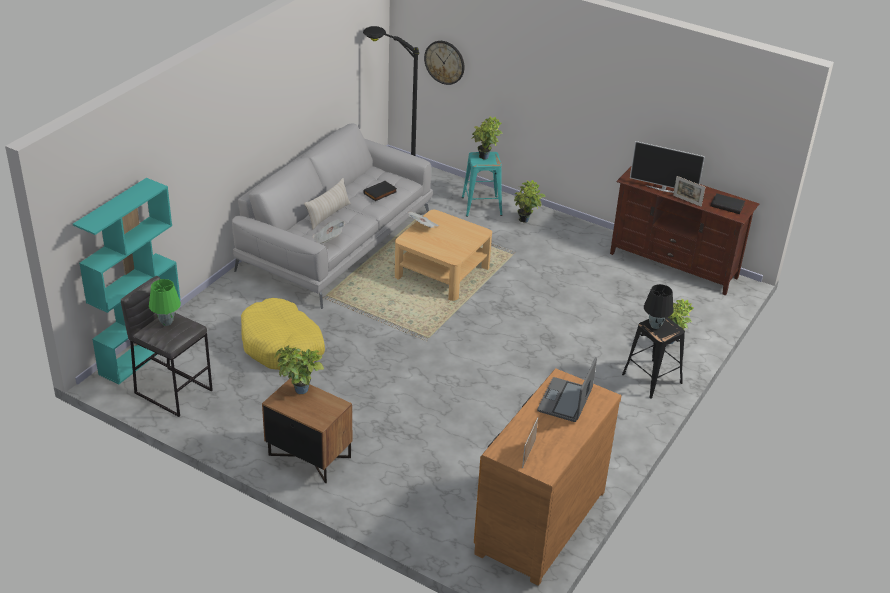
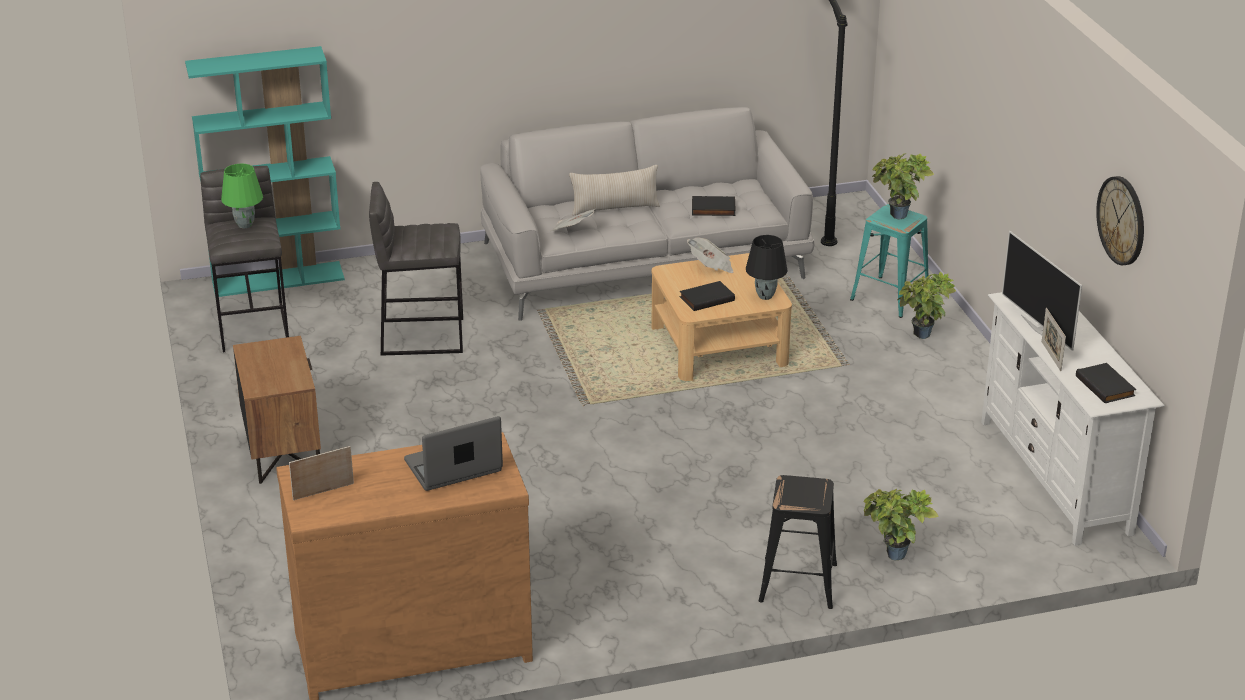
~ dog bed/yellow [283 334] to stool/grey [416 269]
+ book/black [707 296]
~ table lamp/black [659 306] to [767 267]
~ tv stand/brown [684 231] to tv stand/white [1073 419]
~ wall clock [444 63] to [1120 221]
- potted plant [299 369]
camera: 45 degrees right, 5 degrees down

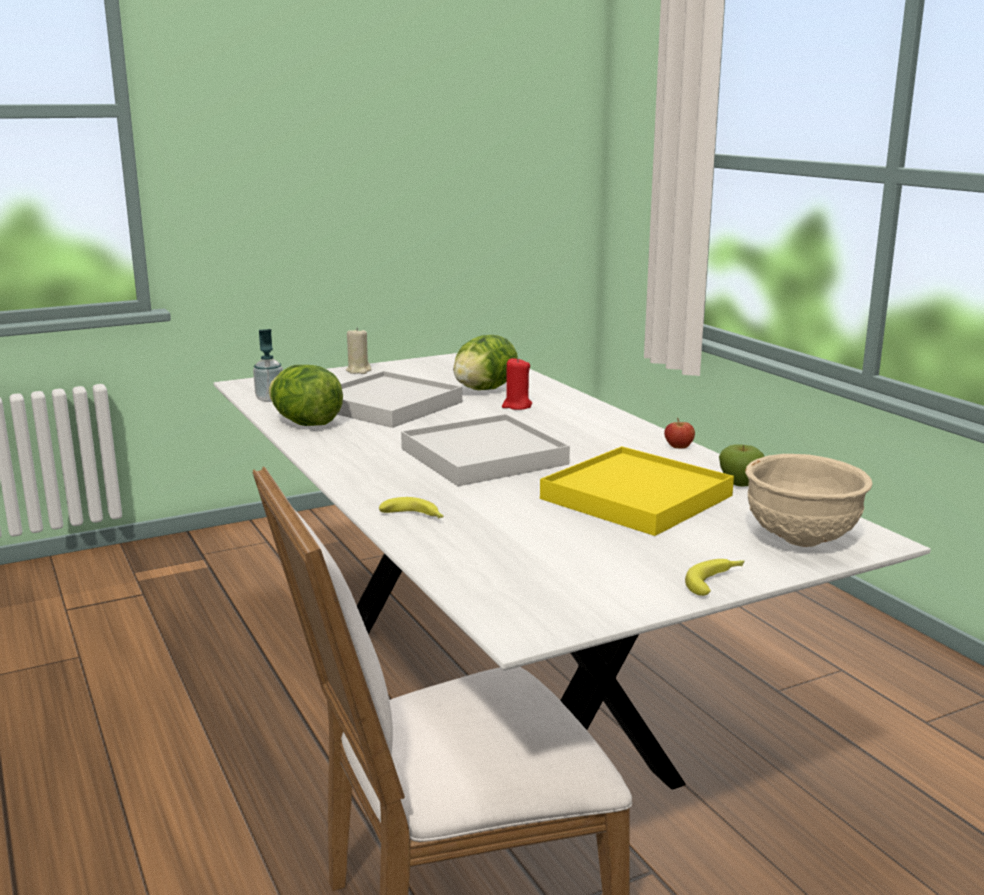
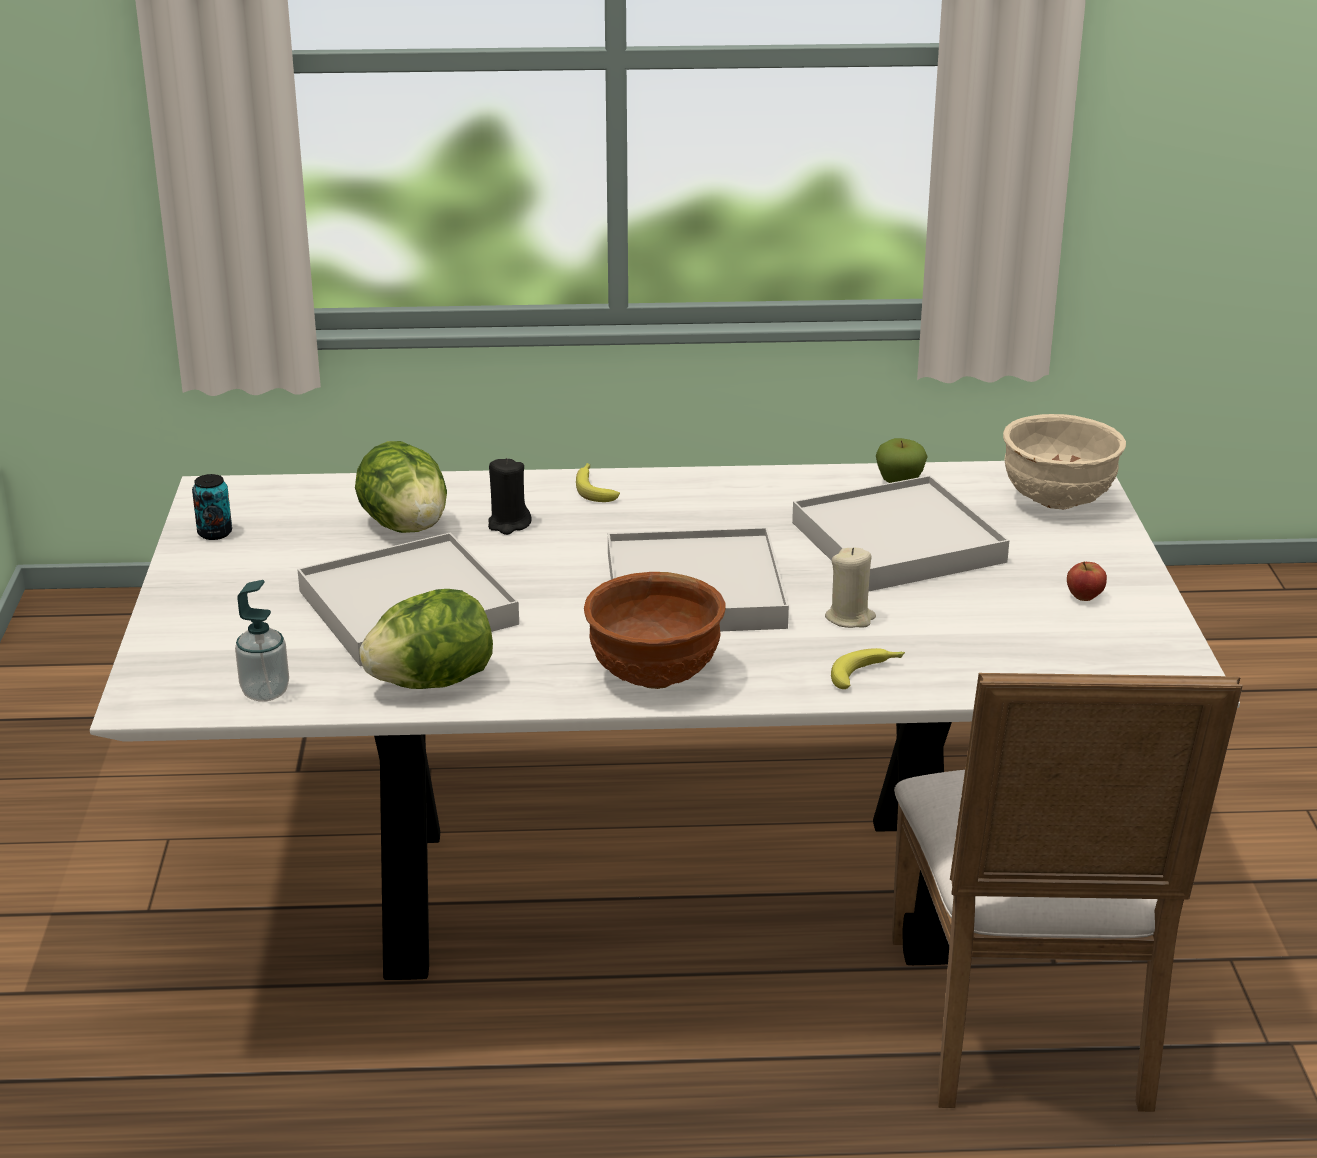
+ can [212 507]
~ candle/red [517 383] to candle/black [509 496]
~ banana [714 577] to [598 482]
+ bowl/brown [655 630]
~ tray/yellow [637 491] to tray/white [900 533]
~ candle/beige [359 350] to [850 588]
~ apple [679 433] to [1087 581]
camera: 65 degrees left, 10 degrees up

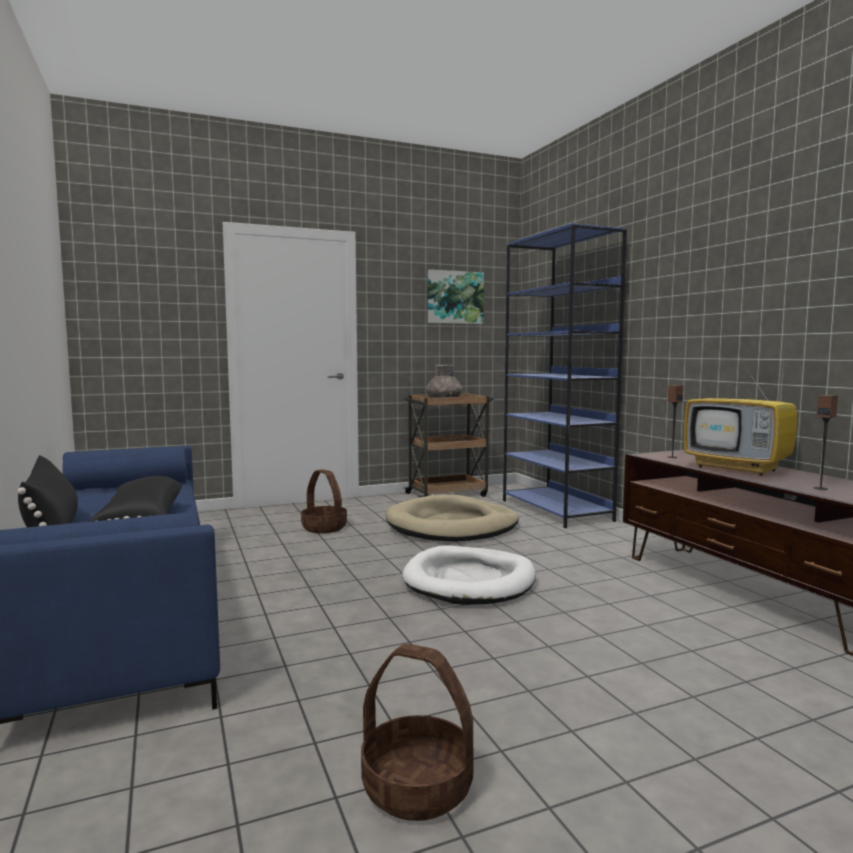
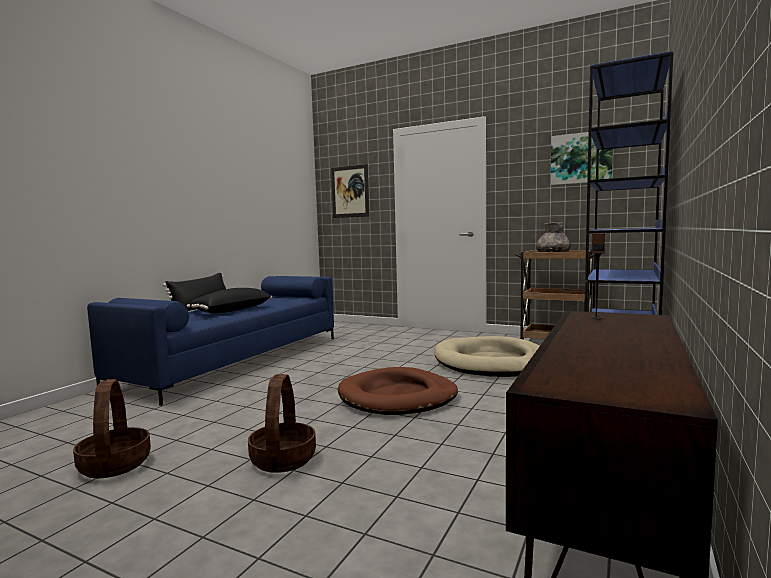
~ basket [324 501] to [282 423]
+ picture [350 191]
~ dog bed/white [469 575] to dog bed/brown [398 391]
- television [740 416]
- speaker [826 442]
camera: 50 degrees right, 0 degrees up

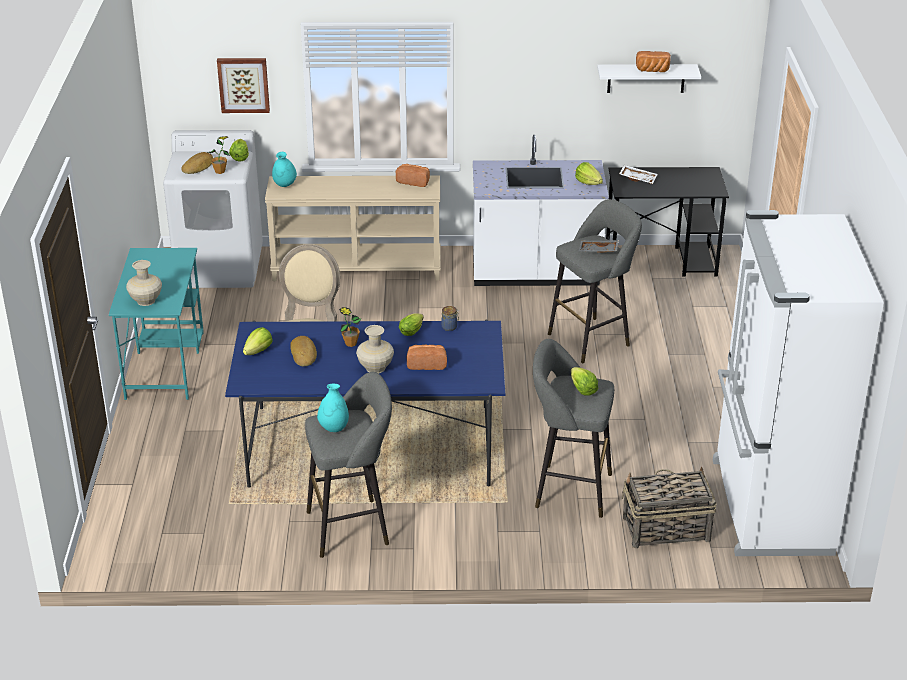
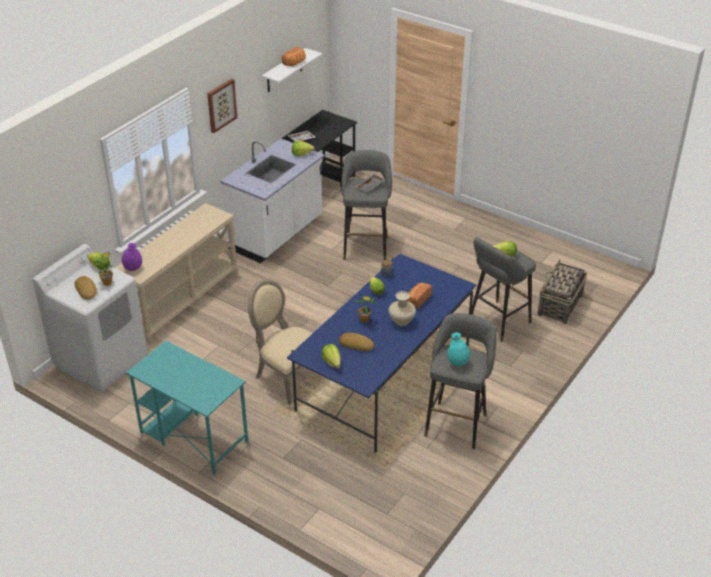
~ vase/turquoise [284 169] to vase/purple [132 257]
~ picture [243 85] to [222 105]
- vase/beige [144 283]
- bread [413 175]
- fridge/white [798 383]
camera: 55 degrees left, 5 degrees up

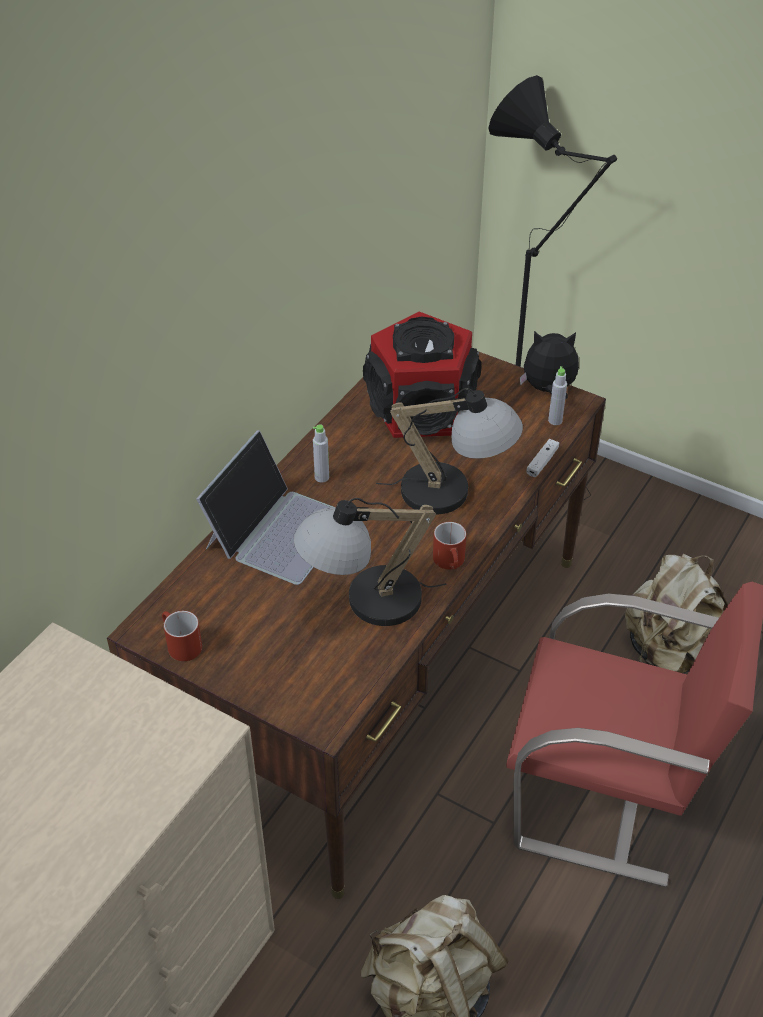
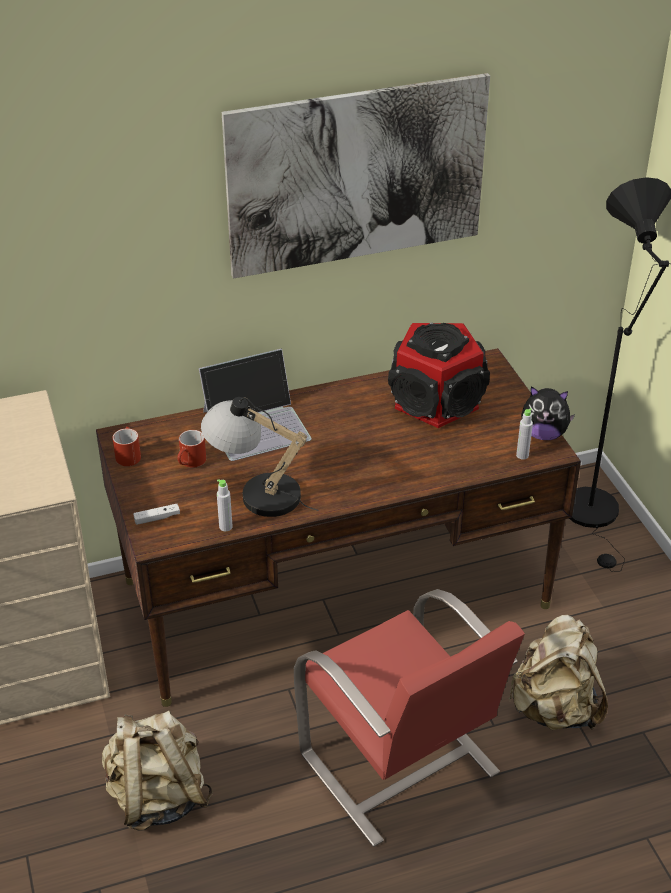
~ game controller/white [543 458] to [156 514]
~ mug/red [449 546] to [191 449]
~ bottle/grey [321 453] to [225 505]
+ picture [356 176]
~ plush toy [549 365] = [548 413] 150 degrees clockwise
- table lamp [449 451]
camera: 40 degrees right, 5 degrees down

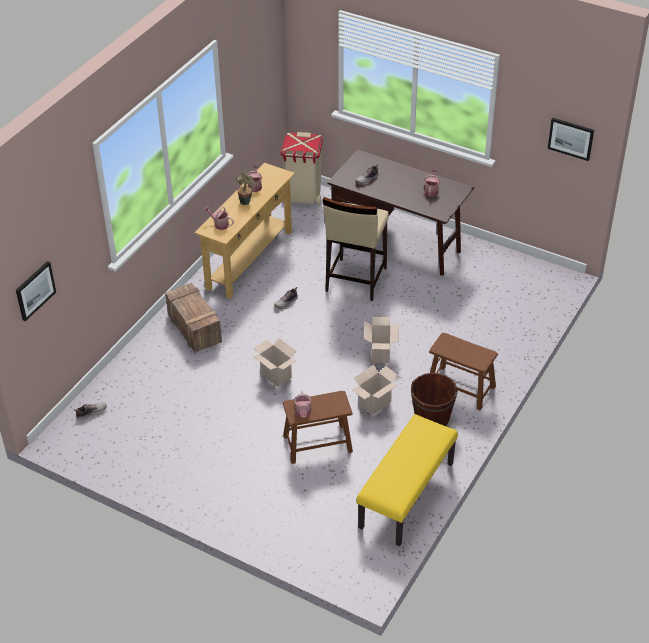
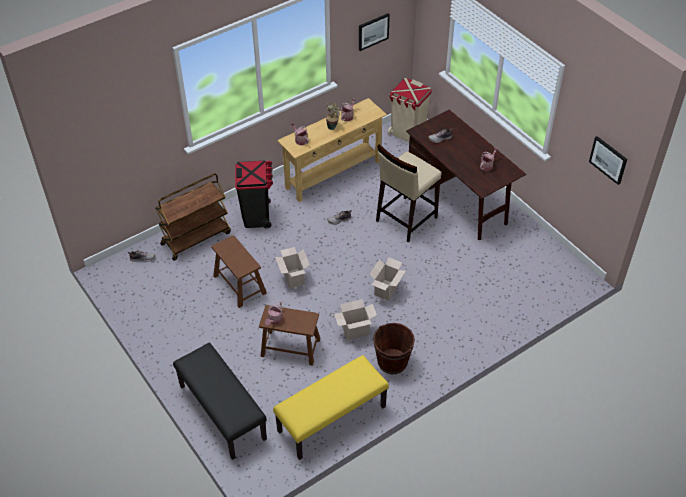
+ cart/brown [193 217]
+ bench/black [220 401]
~ stool/brown [463 371] to [239 272]
~ crate [193 317] to trash can/black [254 194]
~ picture [36 291] to [374 32]
camera: 25 degrees right, 5 degrees up

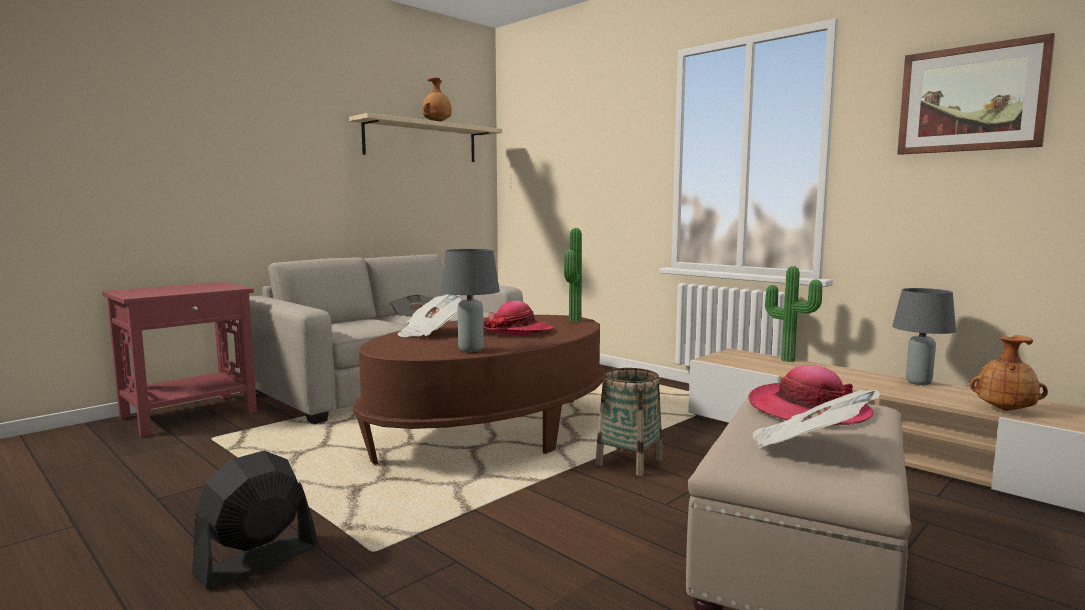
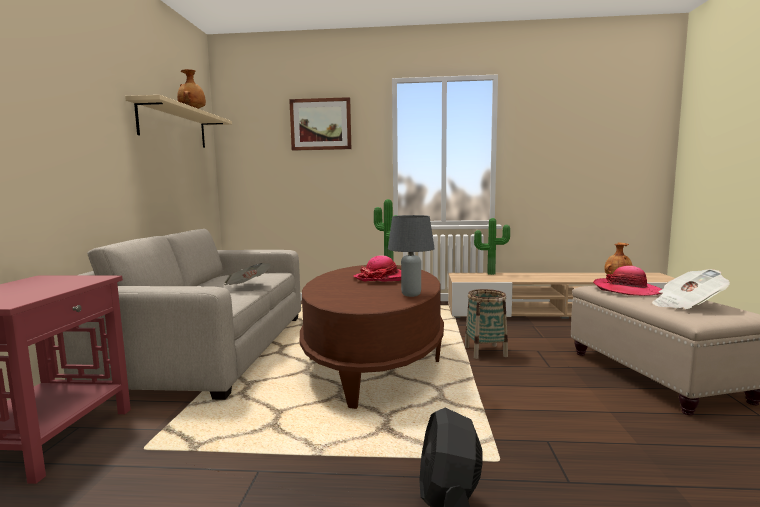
~ picture [976 94] to [320 124]
- newspaper [430 315]
- table lamp/grey [924 336]
camera: 40 degrees left, 0 degrees up

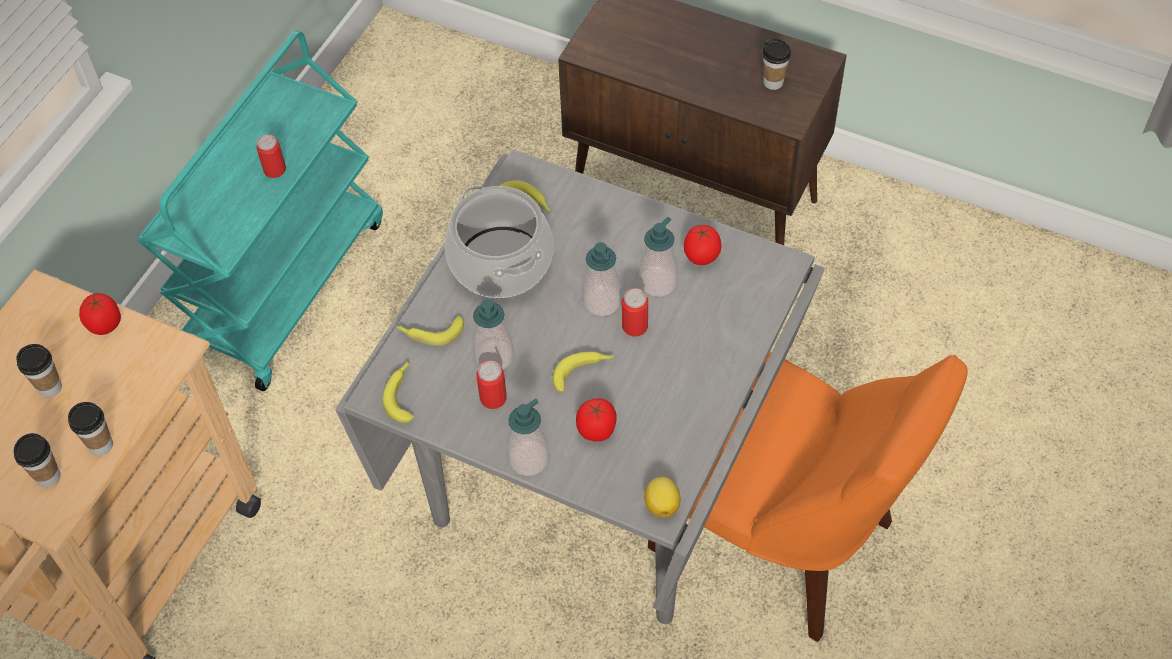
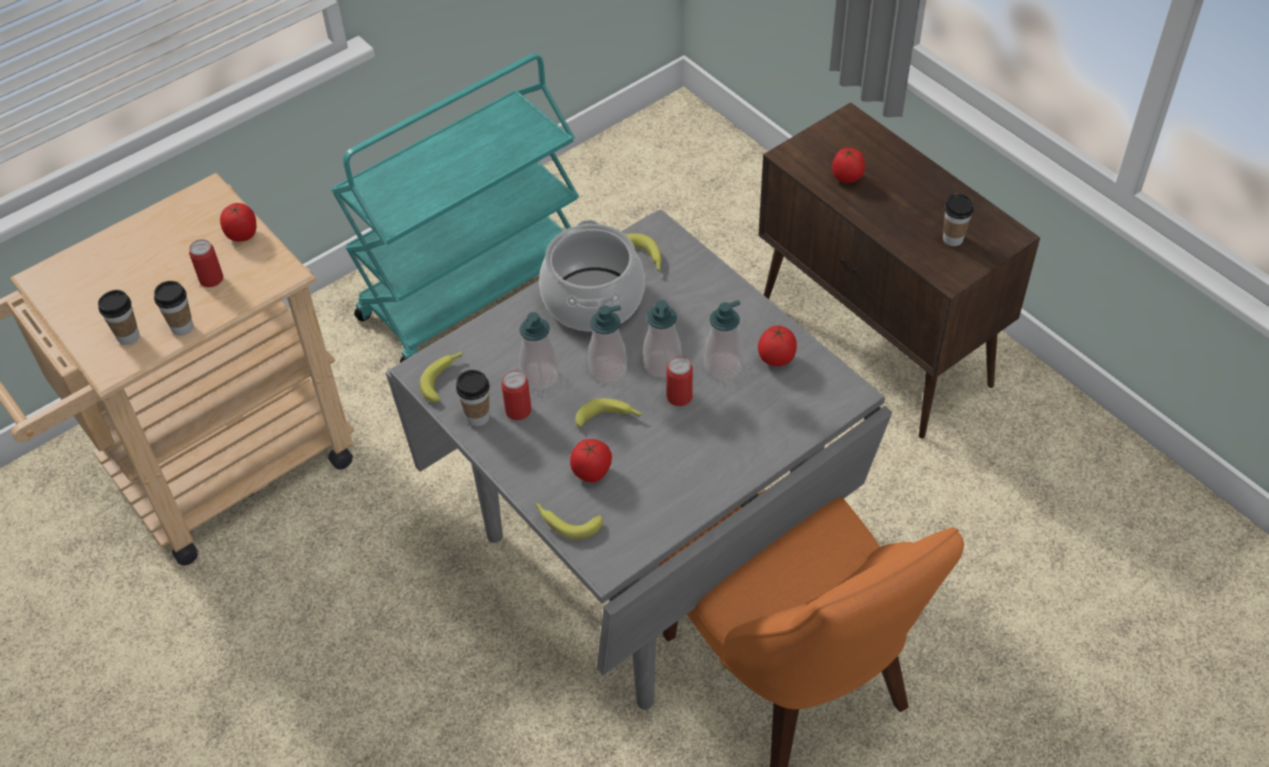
~ can [271 156] to [206 263]
~ cup [39 370] to [473 398]
~ banana [430 330] to [569 521]
~ soap dispenser [528 437] to [607 344]
+ tomato [848 165]
- lemon [662 497]
camera: 25 degrees right, 5 degrees down

